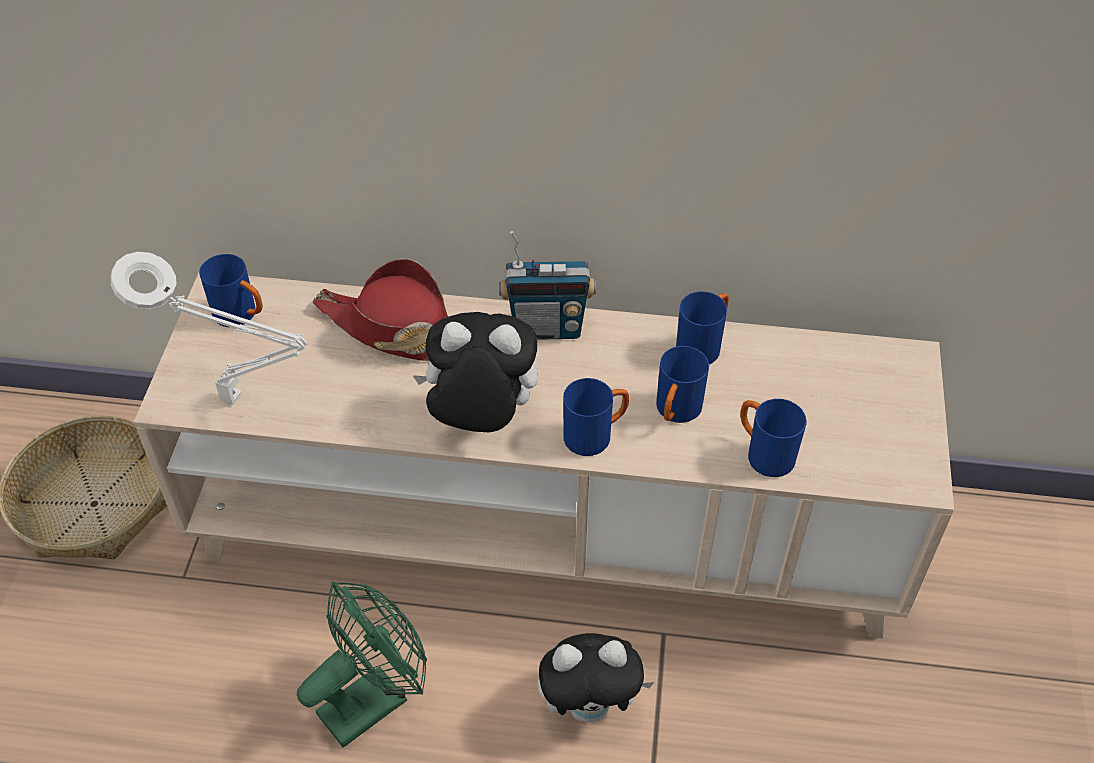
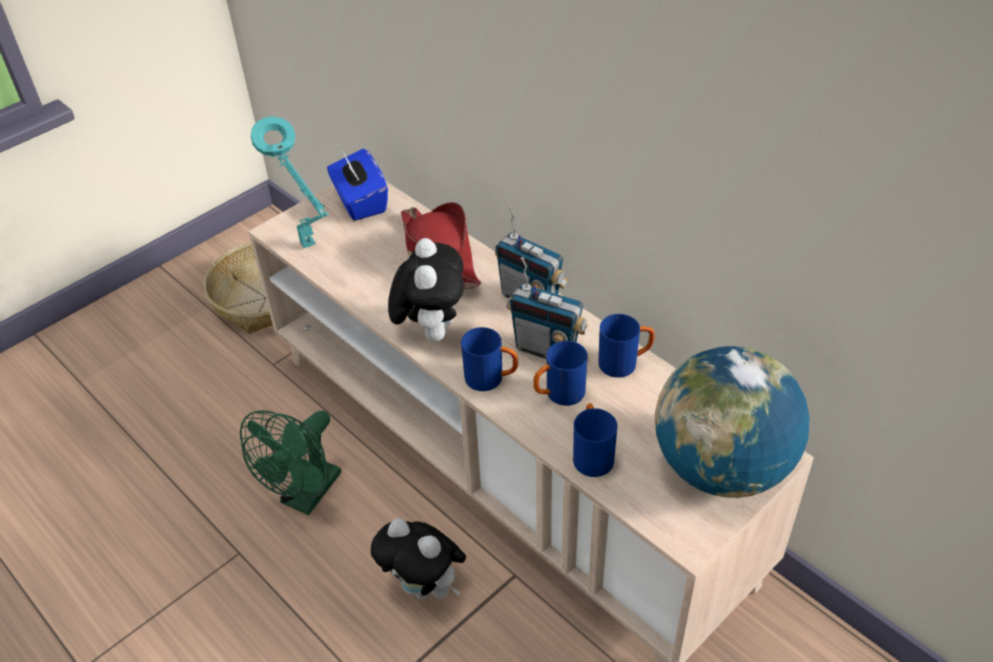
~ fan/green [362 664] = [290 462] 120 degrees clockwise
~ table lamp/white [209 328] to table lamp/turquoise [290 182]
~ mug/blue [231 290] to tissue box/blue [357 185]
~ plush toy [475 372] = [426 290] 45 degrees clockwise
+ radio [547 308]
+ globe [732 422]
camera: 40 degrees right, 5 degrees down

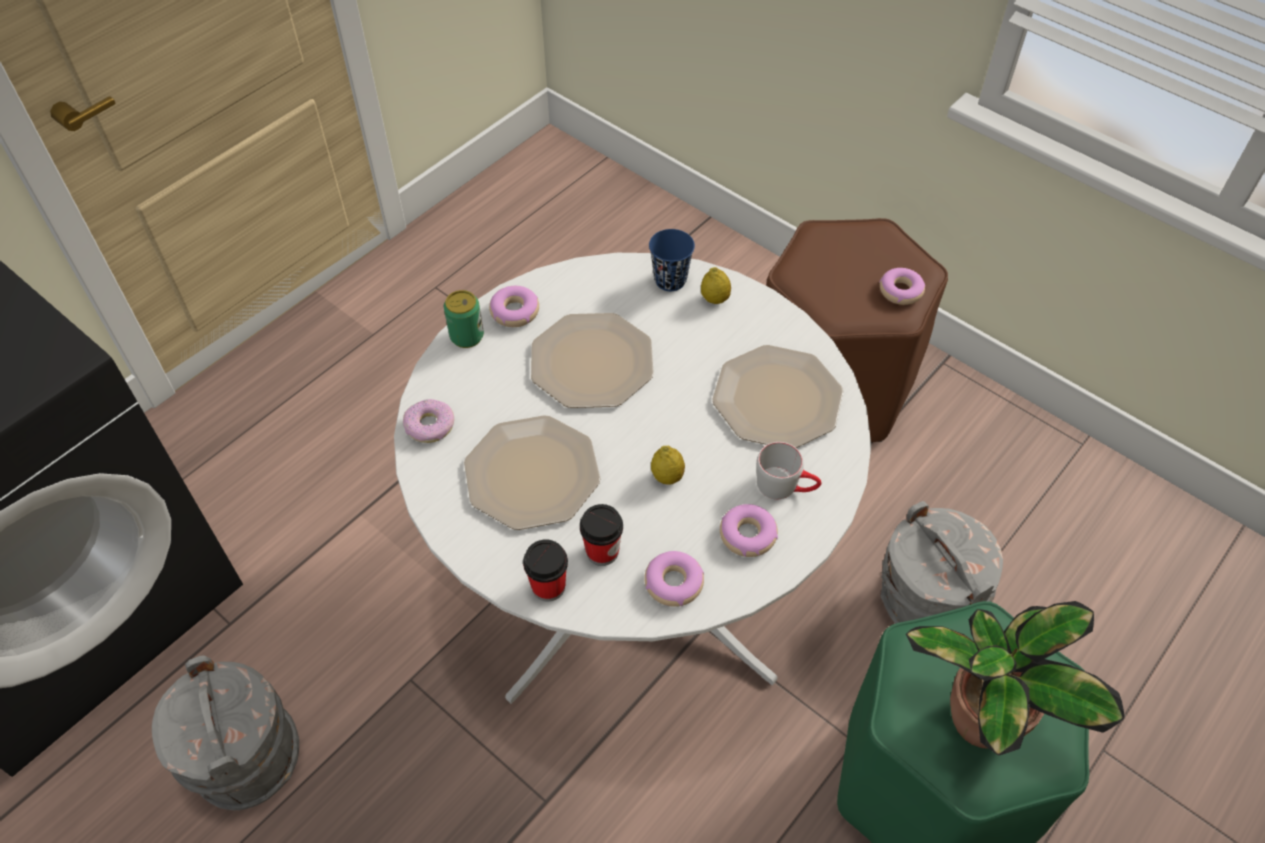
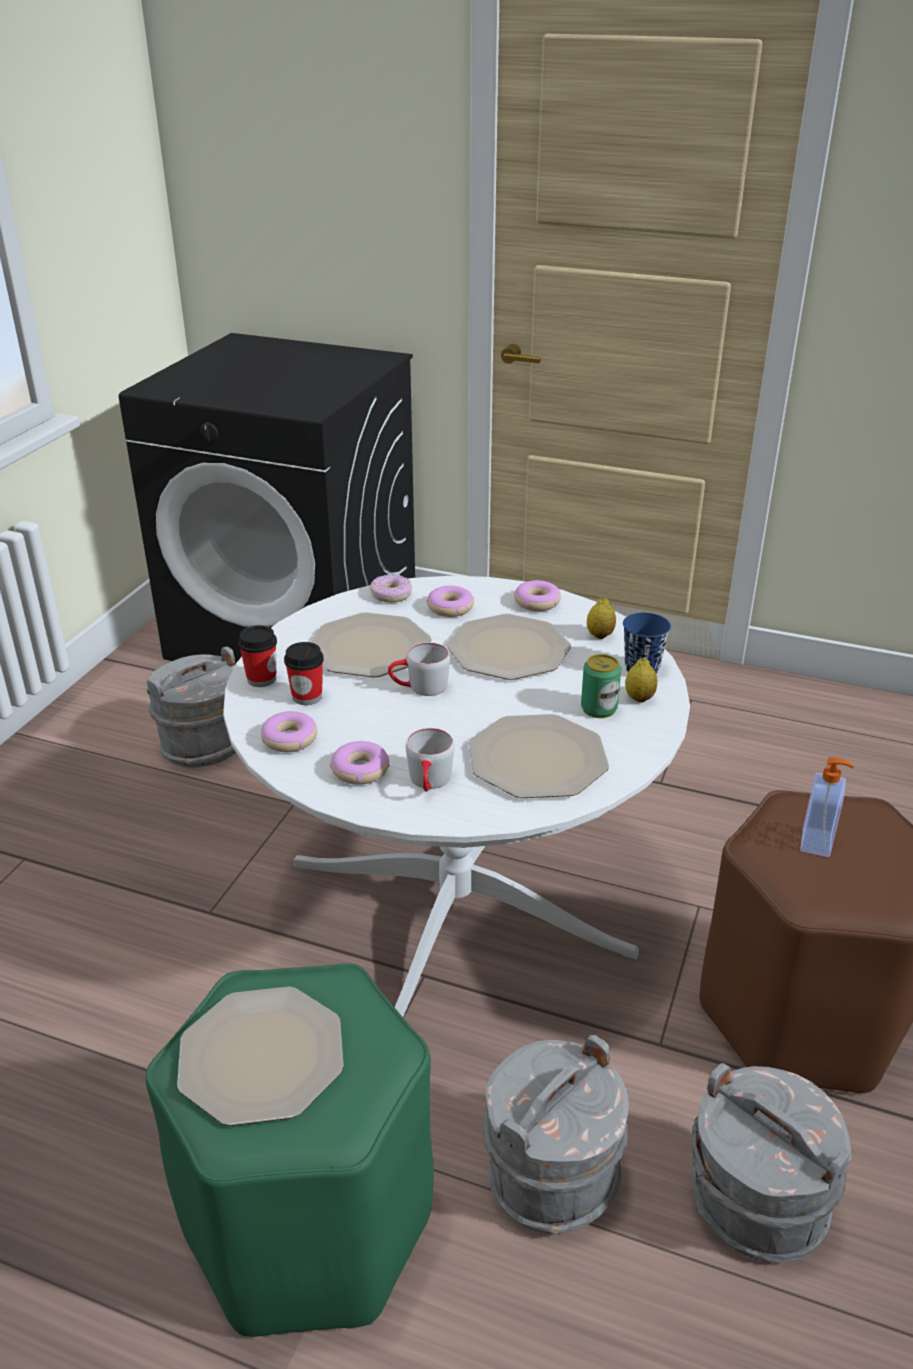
~ potted plant [1015 678] to plate [260 1056]
+ mug/grey [419 669]
~ donut [902 286] to [450 601]
~ can [464 319] to [601 686]
~ lemon [668 465] to [601 618]
+ bucket/grey [771 1162]
+ soap dispenser [827 807]
camera: 70 degrees right, 20 degrees down

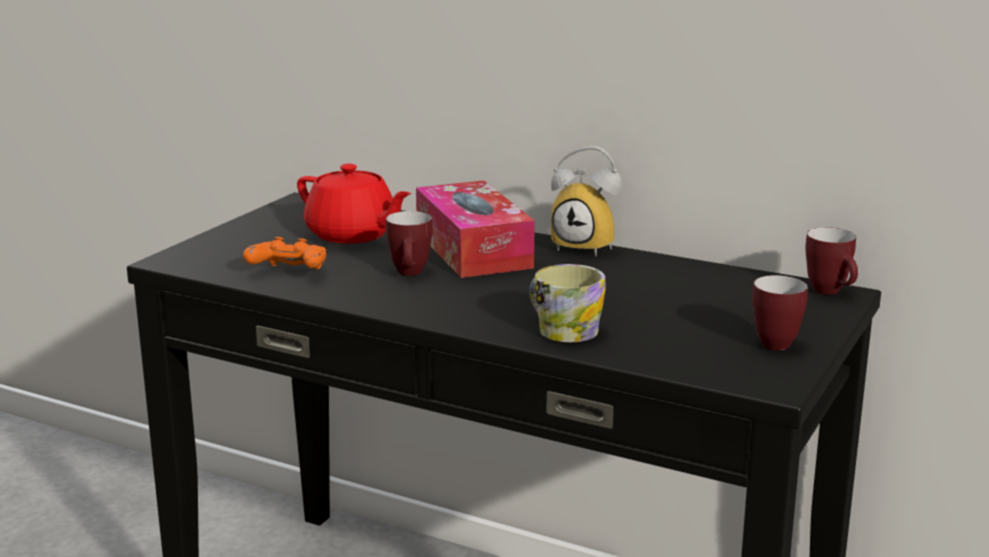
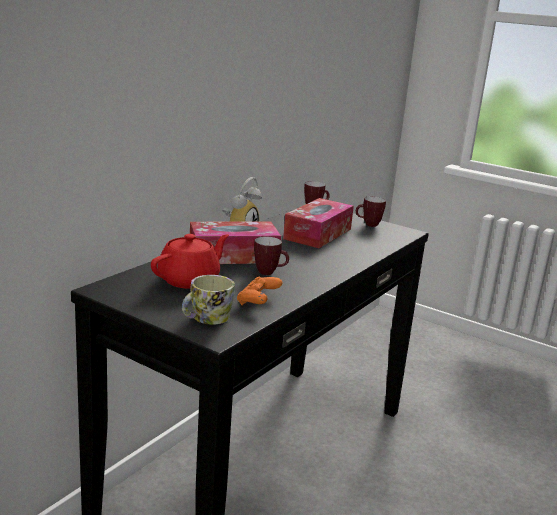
~ mug [567 303] to [208 300]
+ tissue box [318 223]
camera: 85 degrees left, 0 degrees up

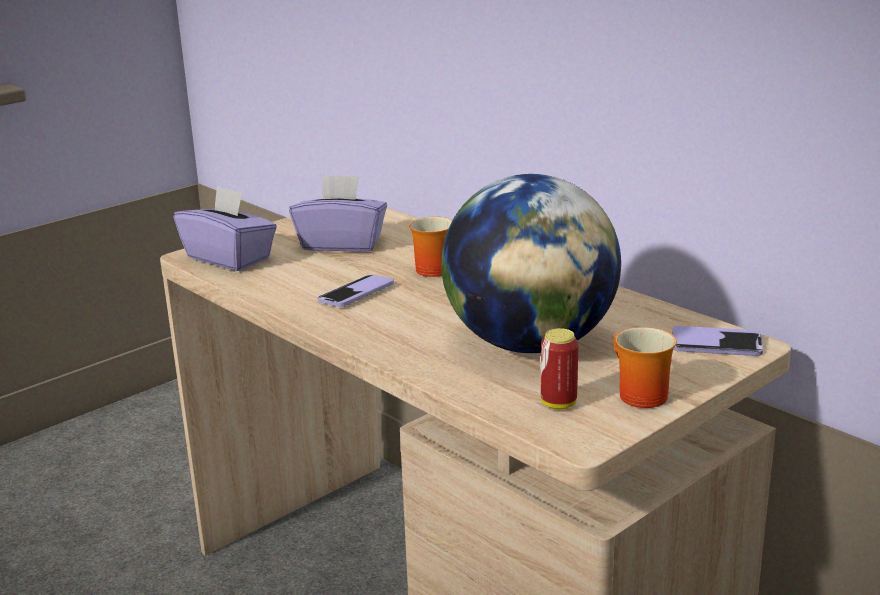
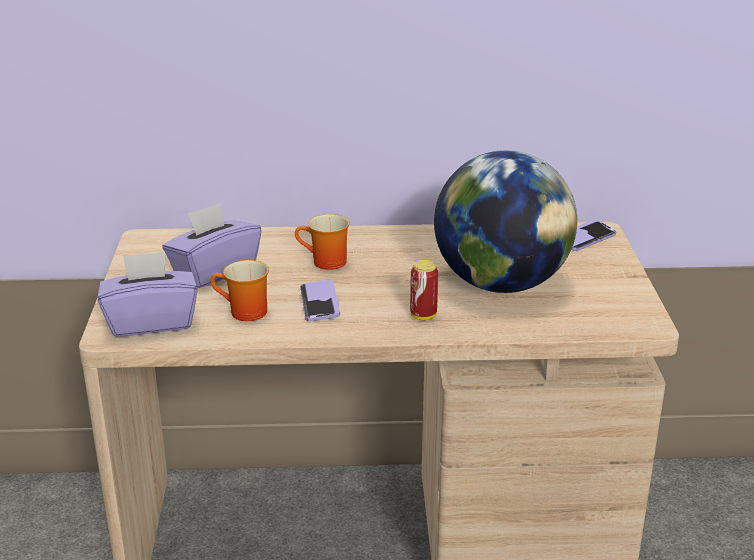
~ mug [645 367] to [239 290]
~ can [559 368] to [424 290]
camera: 50 degrees left, 5 degrees up

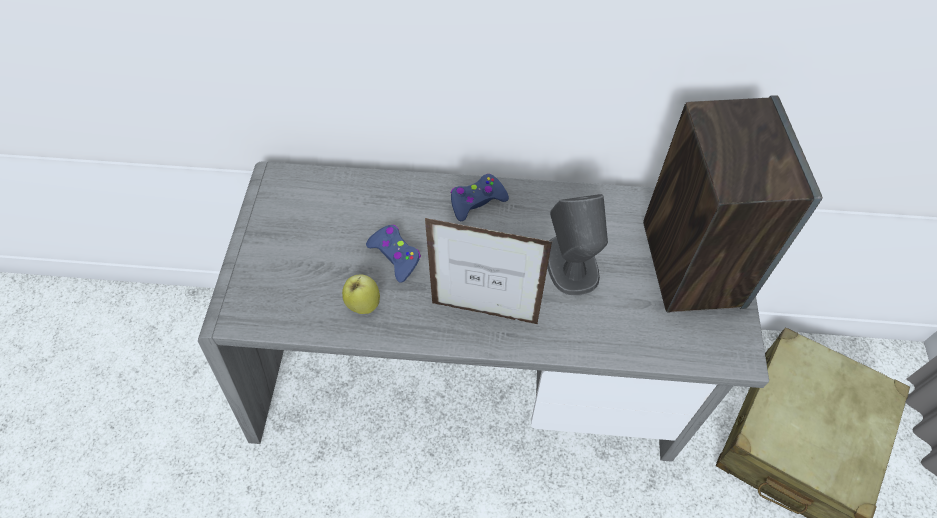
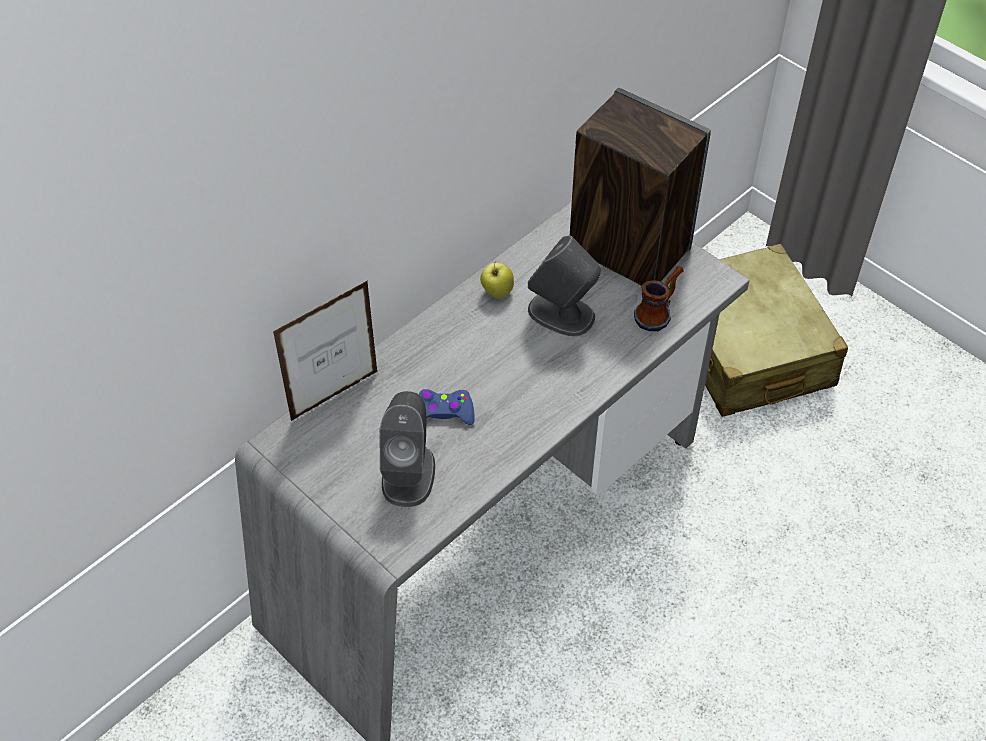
~ picture frame [488 271] to [325 350]
+ speaker/grey [407 449]
~ apple [361 294] to [497 280]
+ mug [659 298]
- game controller/blue [480 197]
camera: 50 degrees left, 5 degrees down

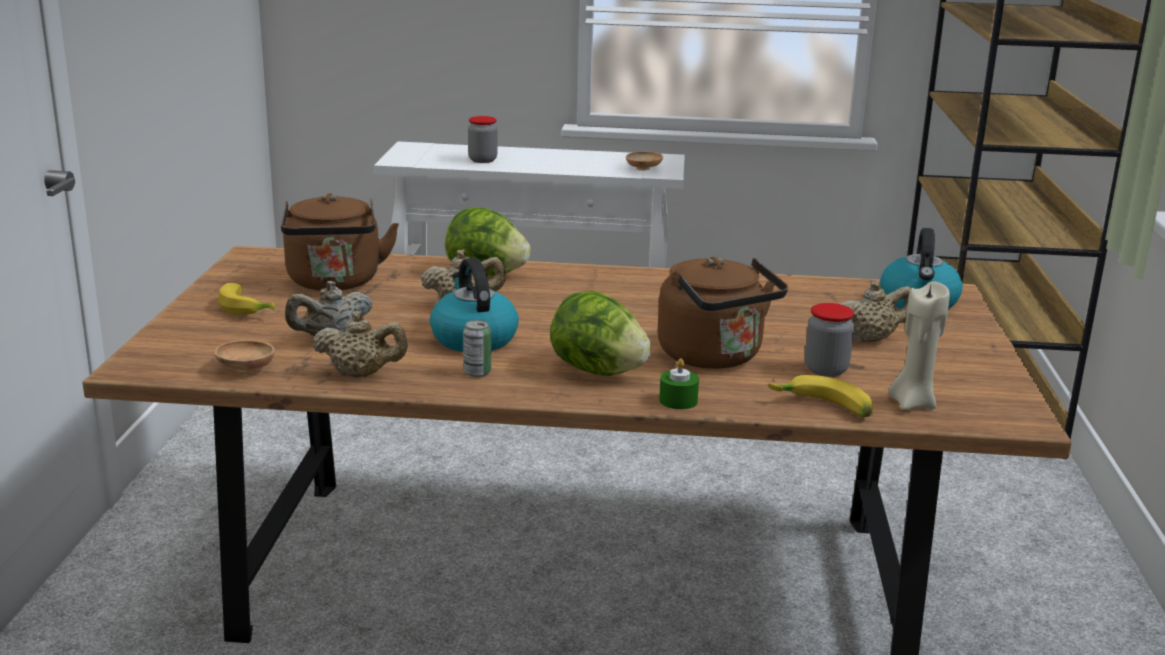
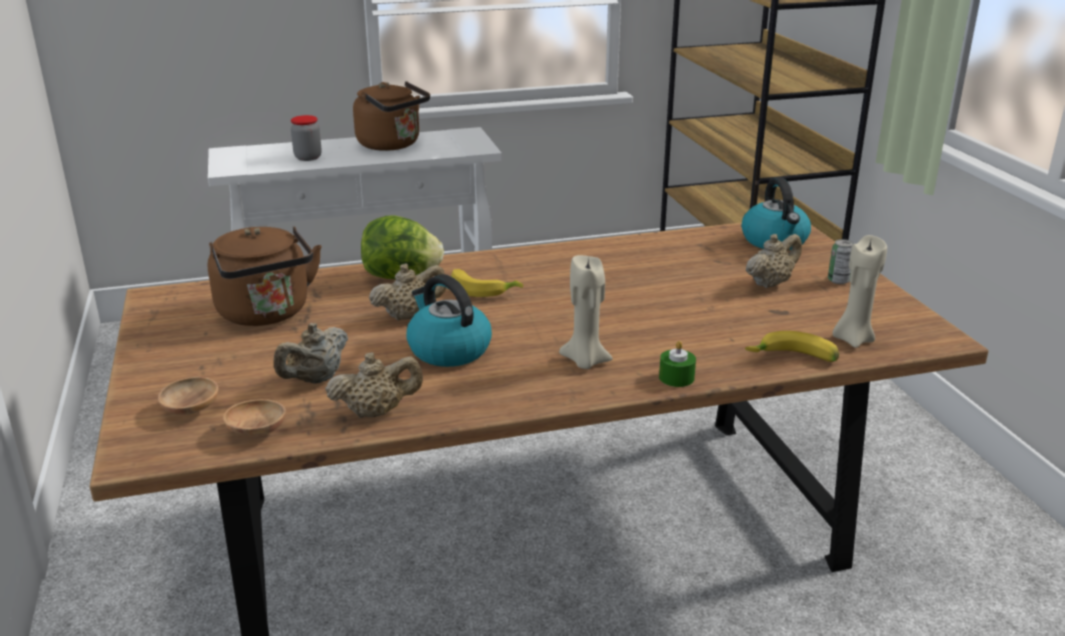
~ bowl/brown [644 160] to [188 396]
~ kettle/brown [723 313] to [391 116]
~ banana [246 299] to [487 283]
~ lettuce [601 333] to candle/beige [586 312]
~ can [477 348] to [841 261]
- jar [829 340]
camera: 20 degrees left, 5 degrees up

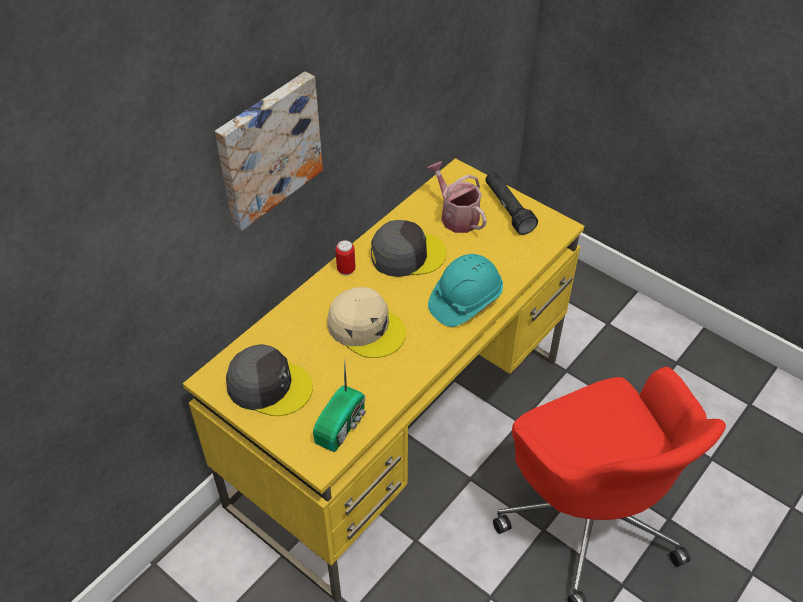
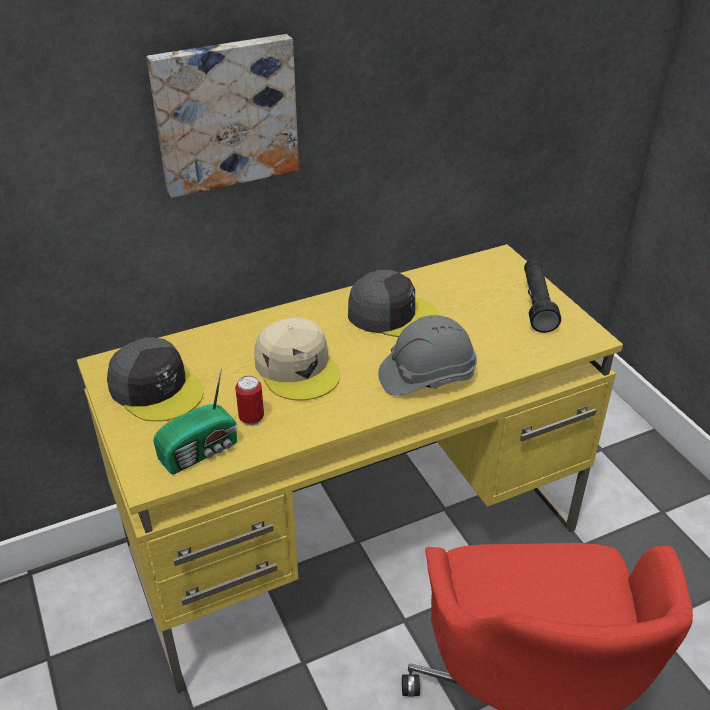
~ can [345 257] to [249 401]
~ hard hat/turquoise [465 290] to hard hat/grey [427 355]
- watering can [457 197]
camera: 25 degrees right, 10 degrees down

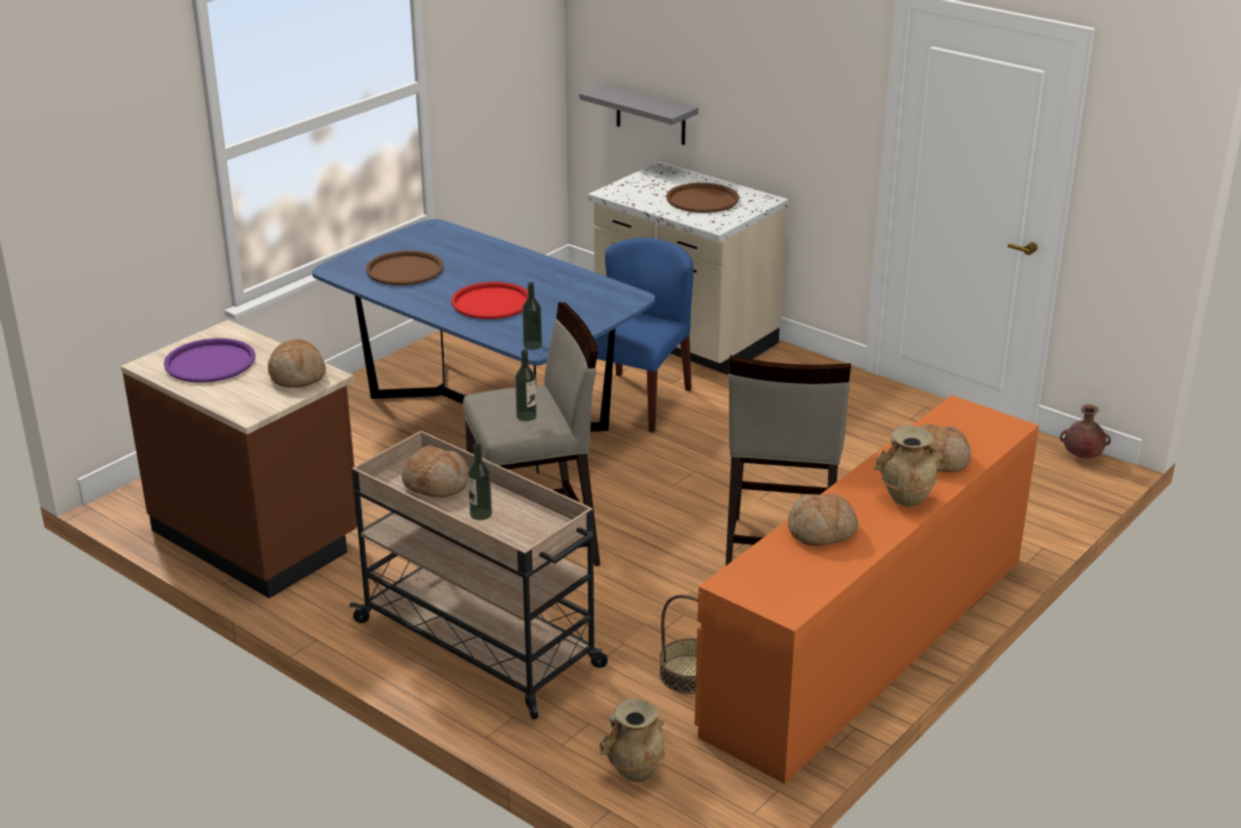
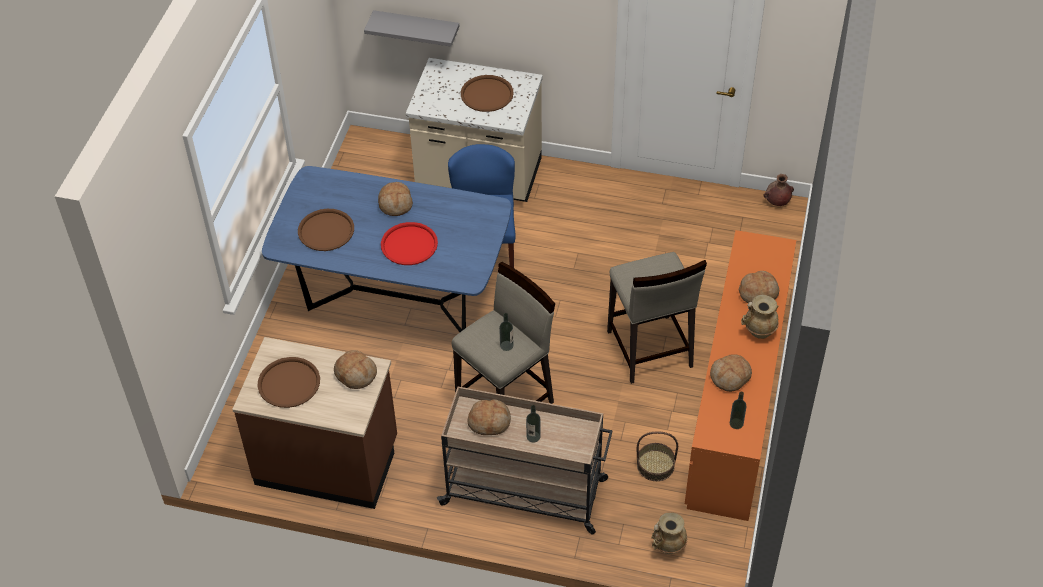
~ tray/purple [210 360] to tray/brown [289 382]
+ bread [395 199]
~ bottle [532 316] to [738 410]
camera: 25 degrees left, 20 degrees up

